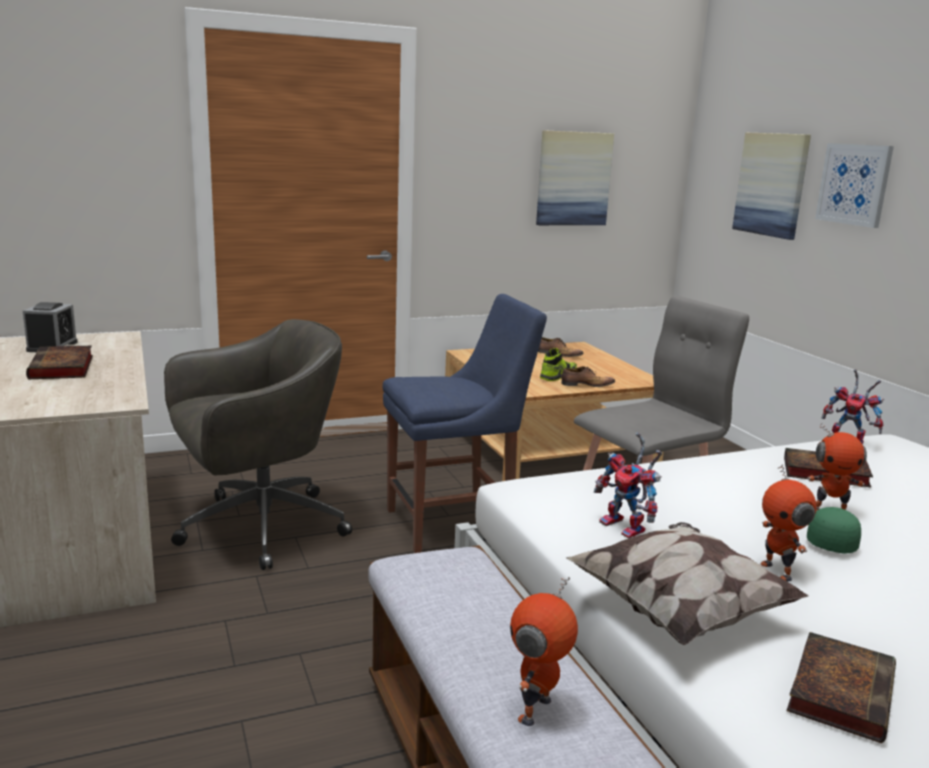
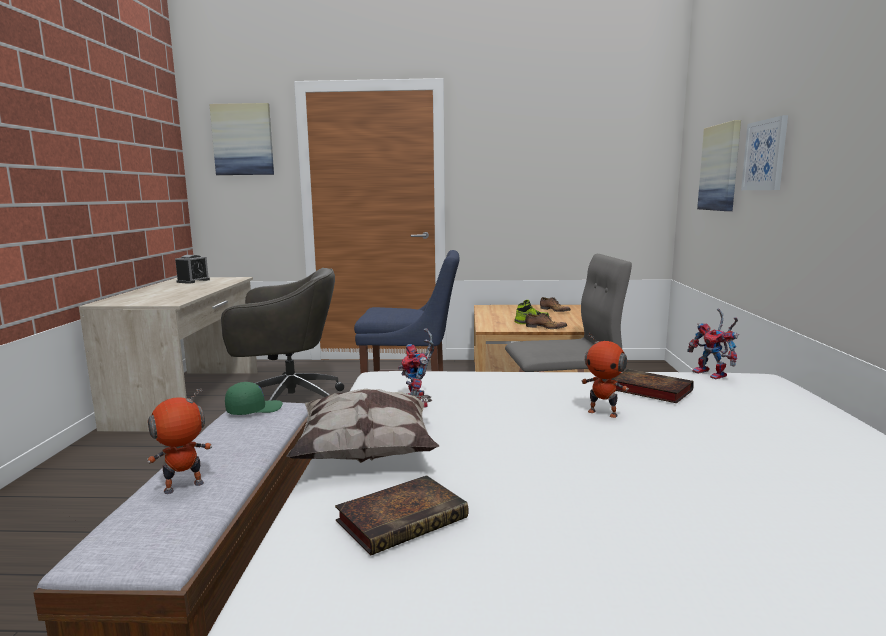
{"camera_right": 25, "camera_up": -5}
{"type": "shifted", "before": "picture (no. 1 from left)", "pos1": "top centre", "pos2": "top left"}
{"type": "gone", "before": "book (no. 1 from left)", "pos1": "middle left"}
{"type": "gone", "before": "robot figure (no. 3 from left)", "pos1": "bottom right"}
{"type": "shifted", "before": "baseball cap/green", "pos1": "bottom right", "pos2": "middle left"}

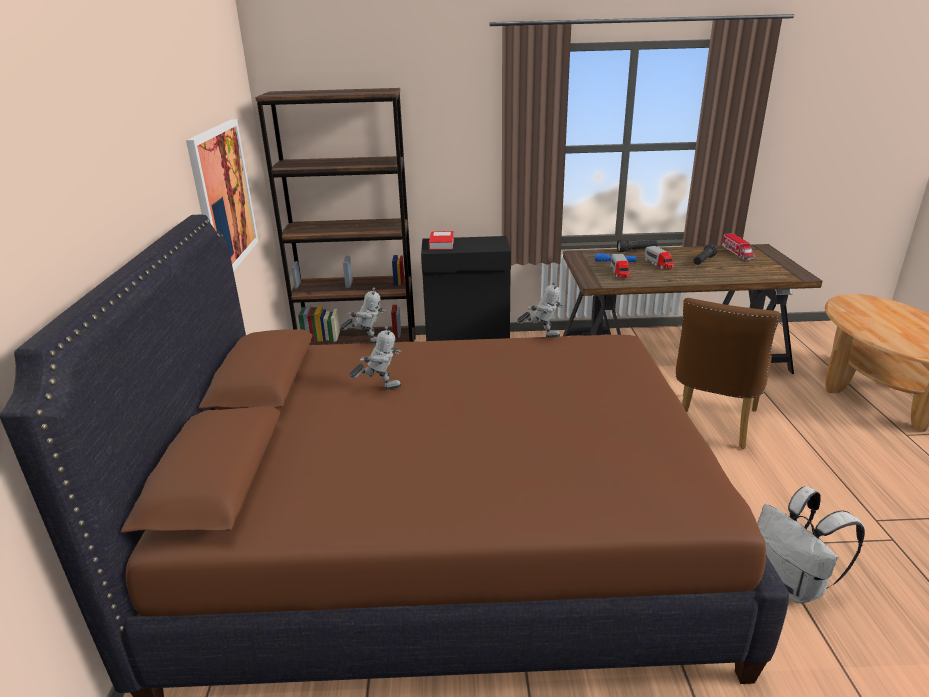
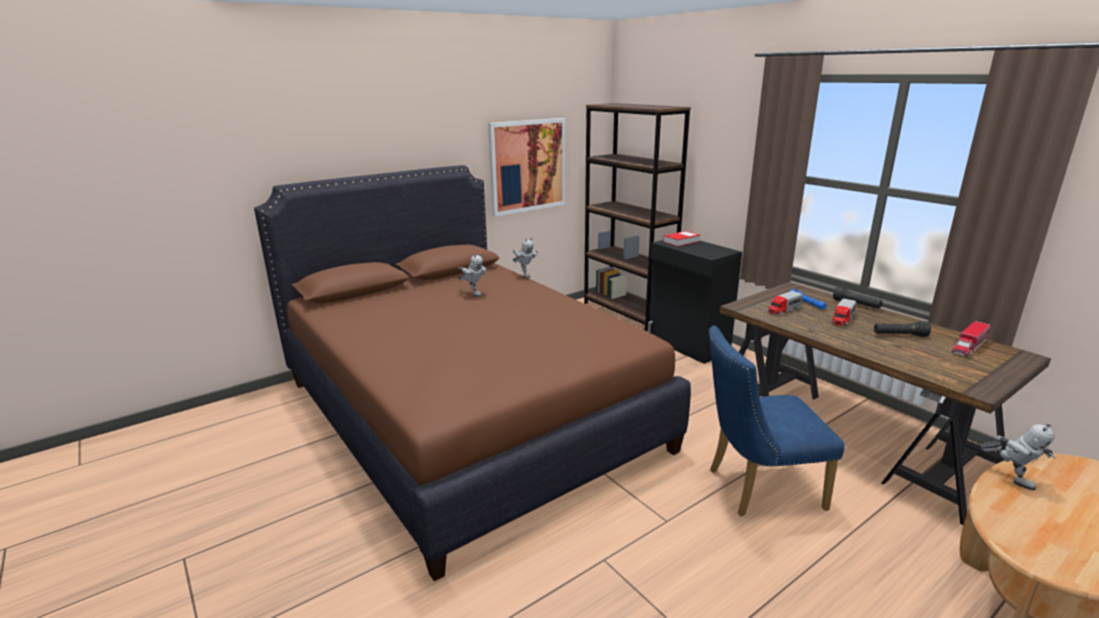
{"camera_right": 55, "camera_up": -5}
{"type": "shifted", "before": "robot figure (no. 3 from left)", "pos1": "centre", "pos2": "bottom right"}
{"type": "repainted", "before": "chair/brown-coloured", "after": "chair/blue", "pos1": "middle right", "pos2": "bottom right"}
{"type": "gone", "before": "backpack/white-coloured", "pos1": "bottom right"}

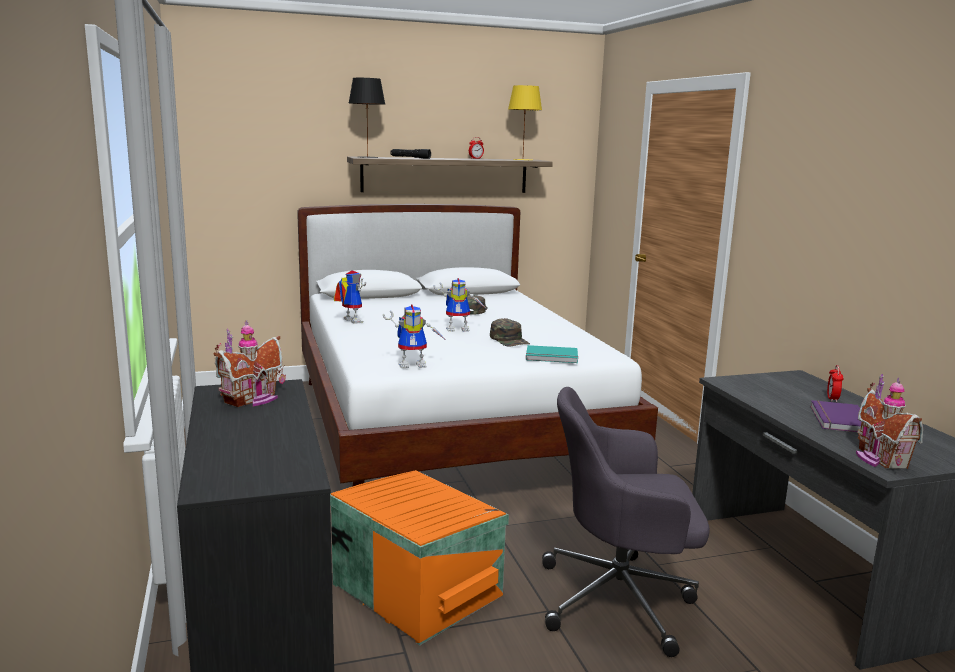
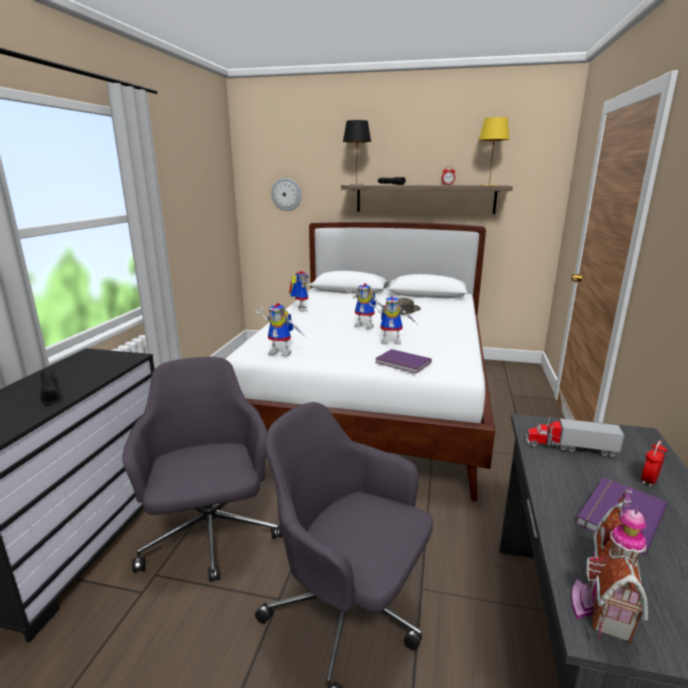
{"camera_right": 30, "camera_up": 5}
{"type": "swapped", "before": "baseball cap/green (no. 2 from left)", "after": "robot figure (no. 4 from left)", "pos1": "centre", "pos2": "centre"}
{"type": "gone", "before": "model house (no. 1 from left)", "pos1": "middle left"}
{"type": "repainted", "before": "book/turquoise-coloured", "after": "book/purple-coloured (no. 1 from left)", "pos1": "centre", "pos2": "centre"}
{"type": "swapped", "before": "storage container/orange", "after": "desk chair/gray (no. 1 from left)", "pos1": "bottom centre", "pos2": "bottom left"}
{"type": "new", "after": "hanging clock", "pos2": "top centre"}
{"type": "new", "after": "flashlight/blackish (no. 1 from left)", "pos2": "middle left"}
{"type": "new", "after": "toy truck", "pos2": "middle right"}

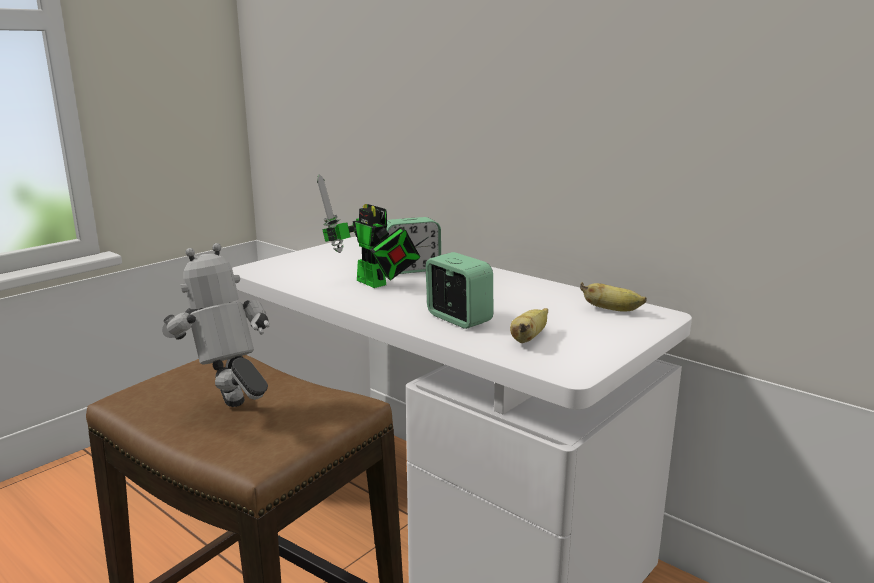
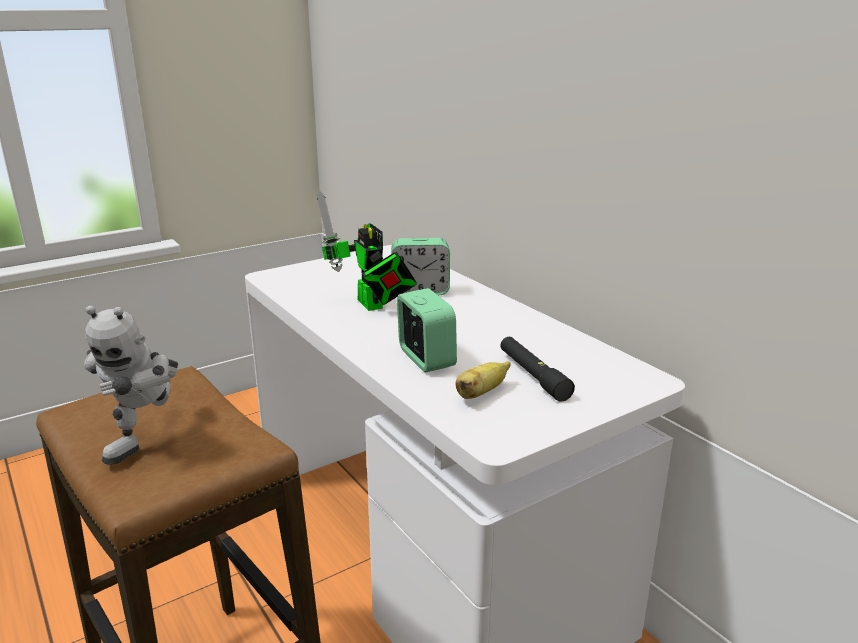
{"camera_right": 15, "camera_up": 5}
{"type": "rotated", "before": "robot figure (no. 1 from left)", "pos1": "middle left", "pos2": "middle left", "turn": -150}
{"type": "gone", "before": "whole banana (no. 2 from left)", "pos1": "middle right"}
{"type": "new", "after": "flashlight/blackish", "pos2": "centre"}

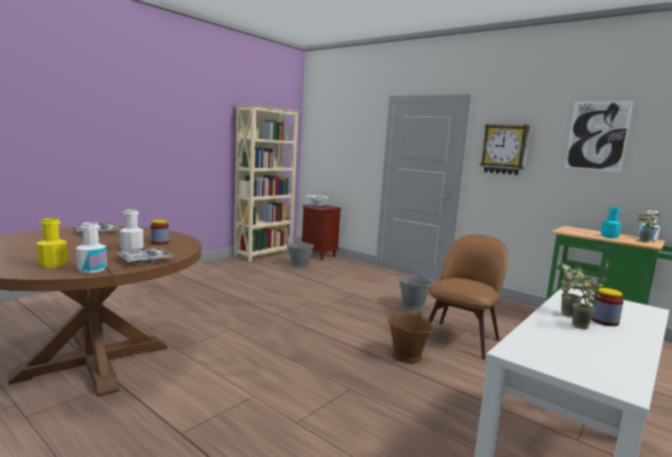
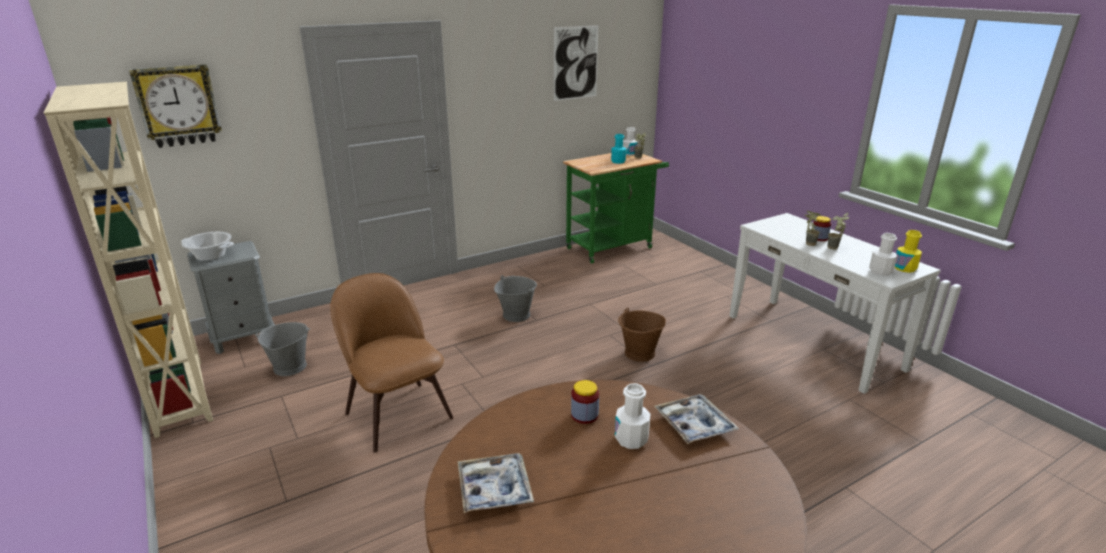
{"camera_right": -70, "camera_up": 15}
{"type": "shifted", "before": "hanging clock", "pos1": "top right", "pos2": "top left"}
{"type": "repainted", "before": "bedside table/brown-coloured", "after": "bedside table/gray", "pos1": "centre", "pos2": "middle left"}
{"type": "shifted", "before": "drink bottle/yellowish", "pos1": "middle left", "pos2": "middle right"}
{"type": "shifted", "before": "drink bottle/white-coloured (no. 1 from left in the first image)", "after": "drink bottle/white-coloured (no. 3 from left)", "pos1": "middle left", "pos2": "middle right"}
{"type": "shifted", "before": "chair/brown-coloured", "pos1": "middle right", "pos2": "centre"}

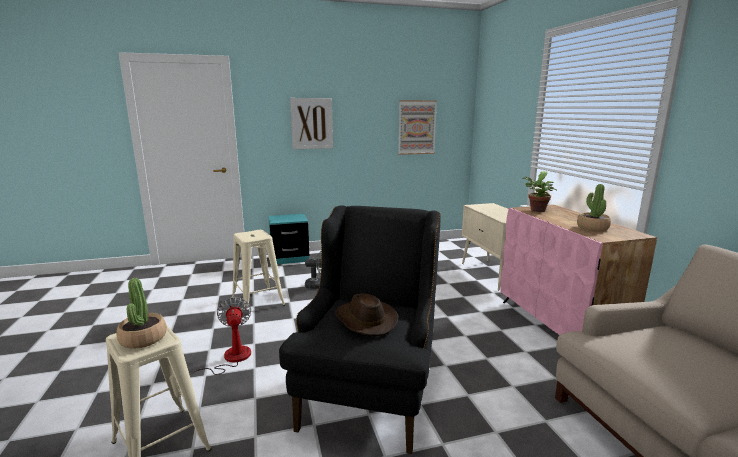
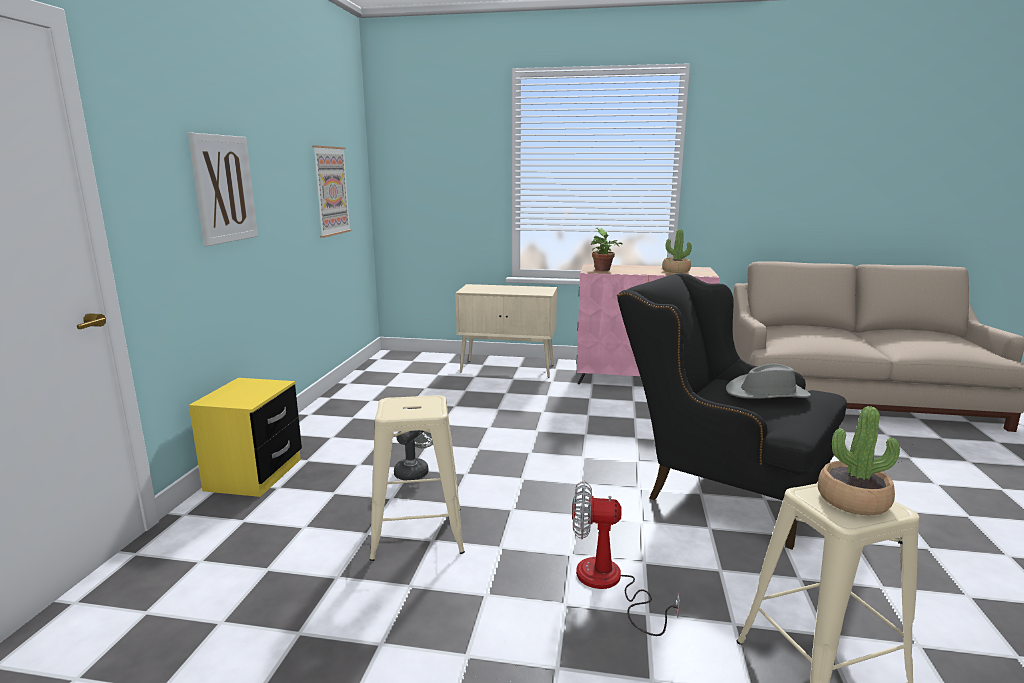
{"camera_right": -65, "camera_up": 0}
{"type": "repainted", "before": "bedside table/turquoise-coloured", "after": "bedside table/yellowish", "pos1": "centre", "pos2": "middle left"}
{"type": "repainted", "before": "hat/brown-coloured", "after": "hat/gray", "pos1": "bottom centre", "pos2": "middle right"}

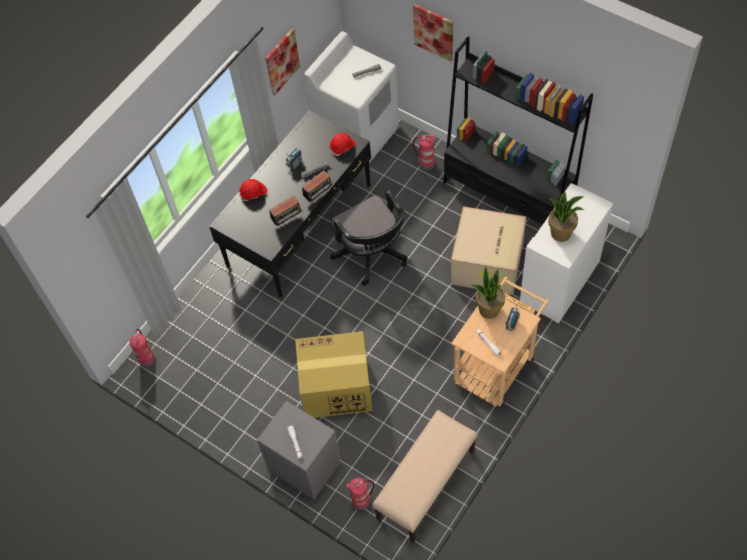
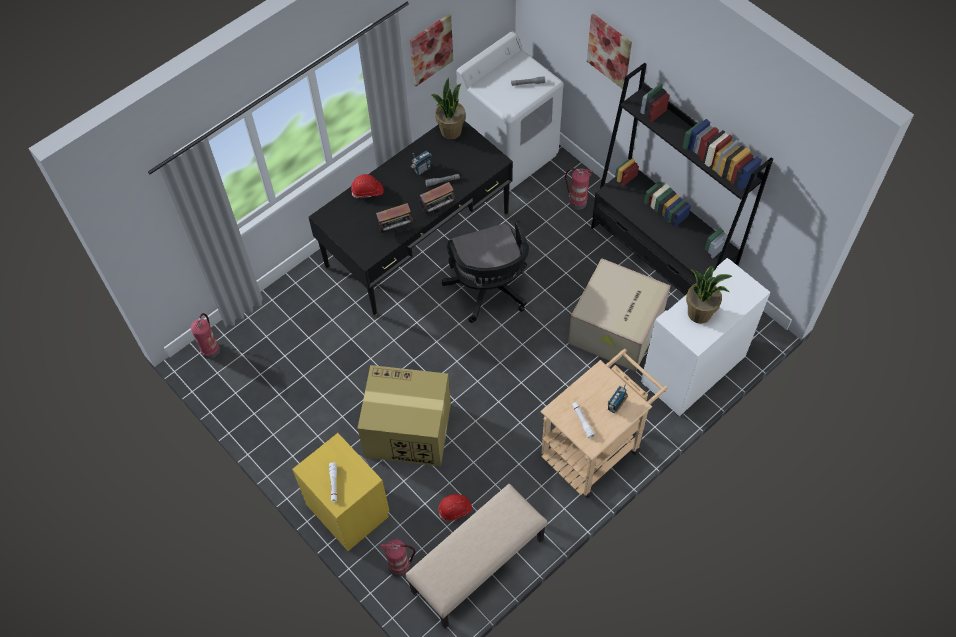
{"camera_right": 10, "camera_up": 0}
{"type": "shifted", "before": "safety helmet/reddish (no. 2 from left)", "pos1": "top centre", "pos2": "bottom centre"}
{"type": "shifted", "before": "potted plant (no. 1 from left)", "pos1": "centre", "pos2": "top centre"}
{"type": "repainted", "before": "bedside table/gray", "after": "bedside table/yellowish", "pos1": "bottom centre", "pos2": "bottom centre"}

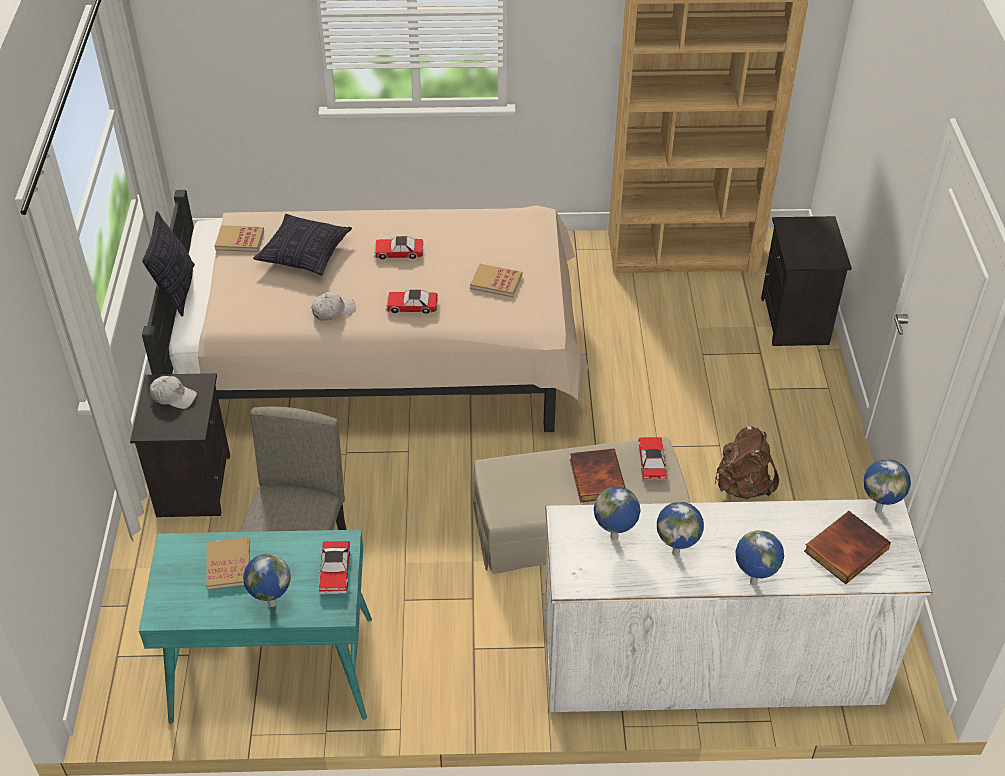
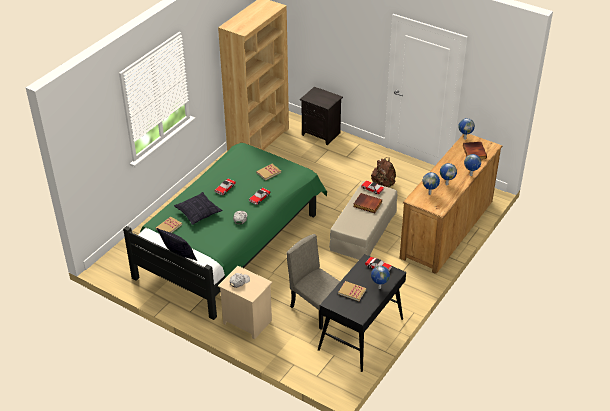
{"camera_right": -55, "camera_up": -5}
{"type": "repainted", "before": "sleeping bed/beige", "after": "sleeping bed/green", "pos1": "centre", "pos2": "centre"}
{"type": "repainted", "before": "bedside table/blackish (no. 1 from left)", "after": "bedside table/beige", "pos1": "middle left", "pos2": "bottom centre"}
{"type": "repainted", "before": "chest of drawers/white-coloured", "after": "chest of drawers/brown-coloured", "pos1": "bottom right", "pos2": "middle right"}
{"type": "repainted", "before": "desk/turquoise-coloured", "after": "desk/blackish", "pos1": "bottom left", "pos2": "bottom centre"}

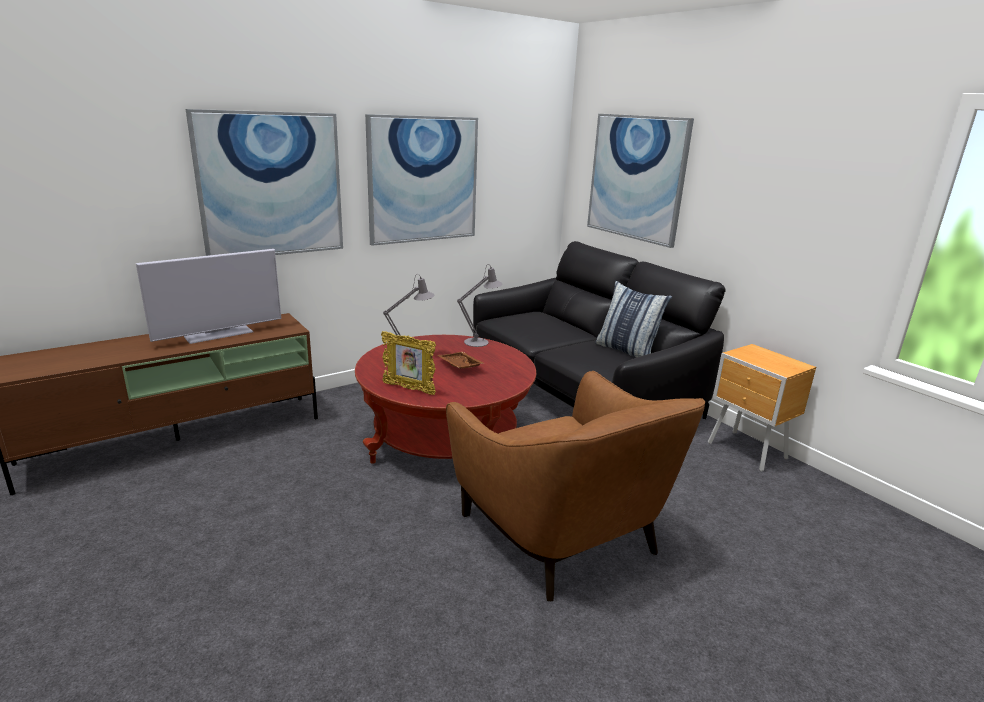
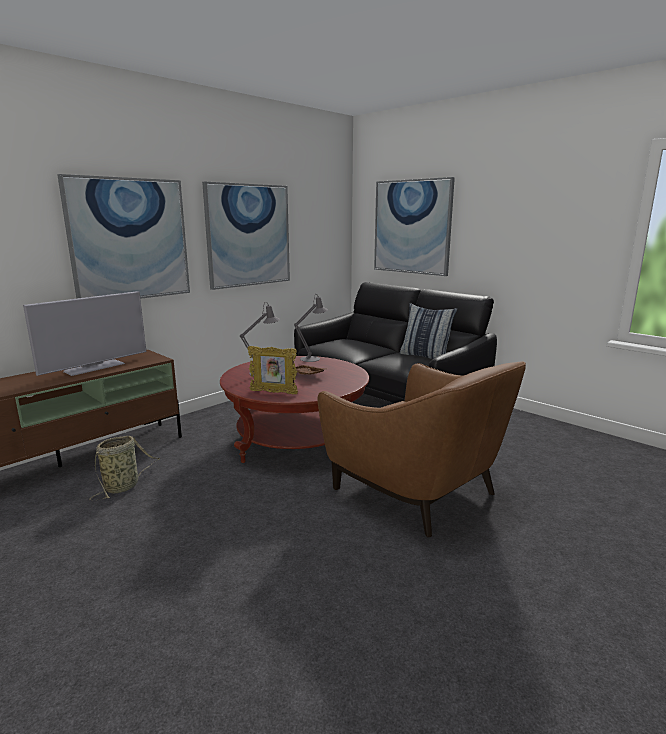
{"camera_right": -10, "camera_up": -5}
{"type": "gone", "before": "bedside table/brown-coloured", "pos1": "middle right"}
{"type": "new", "after": "basket", "pos2": "middle left"}

